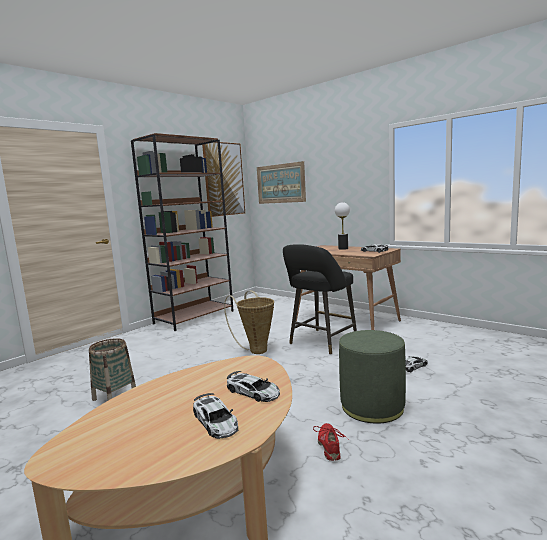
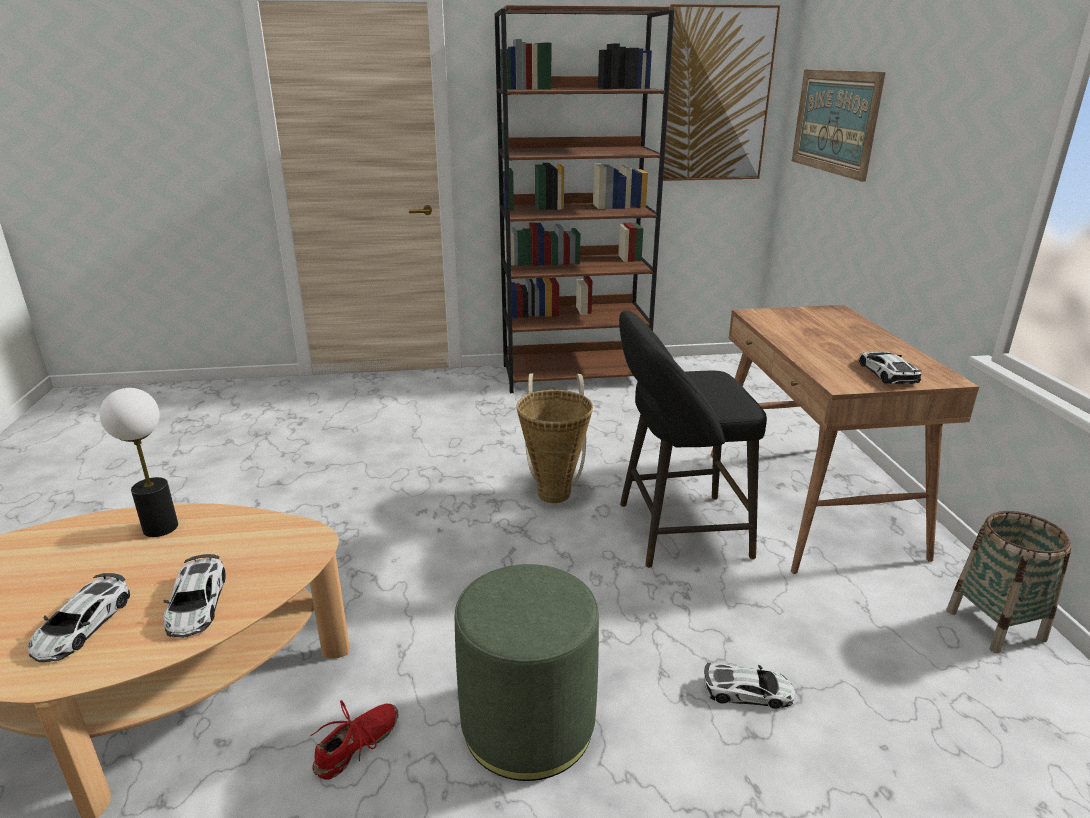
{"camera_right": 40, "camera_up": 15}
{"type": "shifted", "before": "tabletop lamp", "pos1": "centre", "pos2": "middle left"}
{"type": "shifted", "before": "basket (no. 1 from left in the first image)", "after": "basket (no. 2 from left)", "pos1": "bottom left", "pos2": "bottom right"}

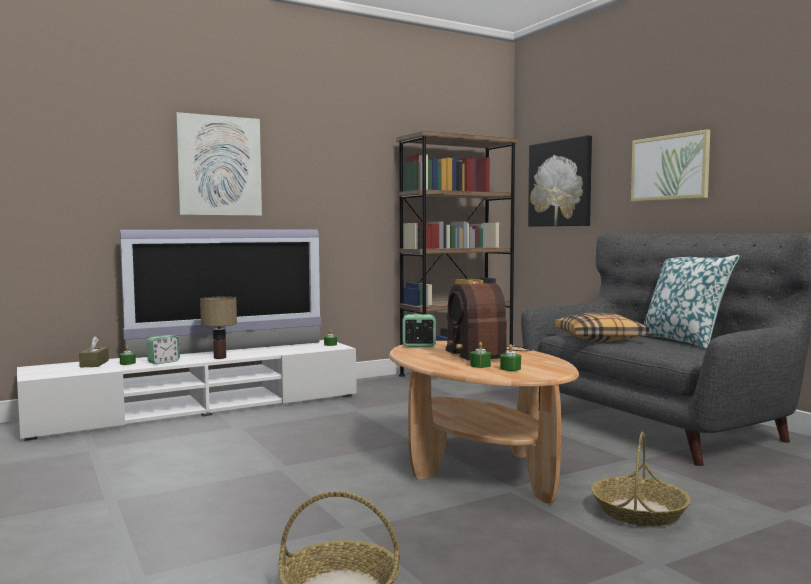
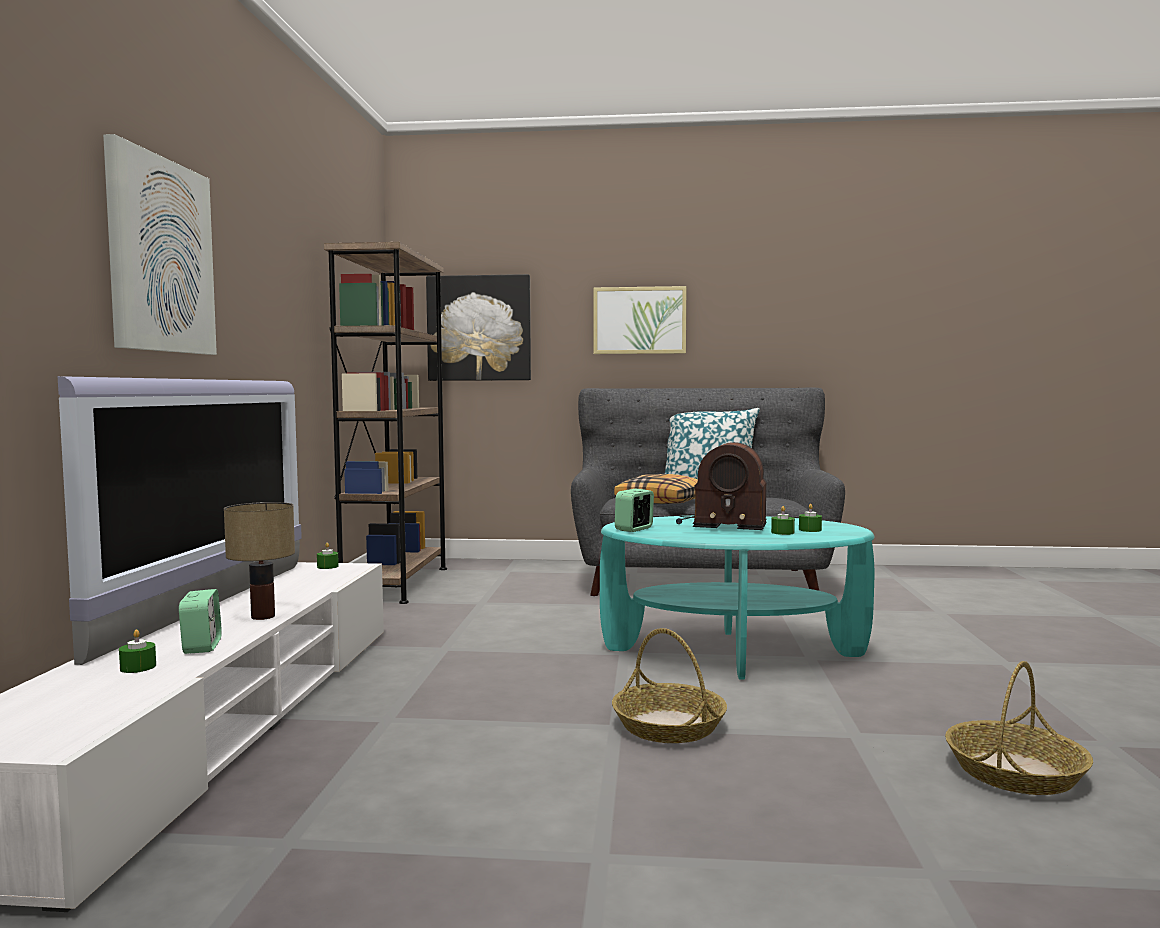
{"camera_right": -55, "camera_up": 0}
{"type": "gone", "before": "box of tissues/brown-coloured", "pos1": "middle left"}
{"type": "repainted", "before": "coffee table/brown-coloured", "after": "coffee table/turquoise-coloured", "pos1": "bottom centre", "pos2": "centre"}
{"type": "shifted", "before": "basket (no. 2 from left in the first image)", "after": "basket (no. 1 from left)", "pos1": "bottom right", "pos2": "bottom centre"}

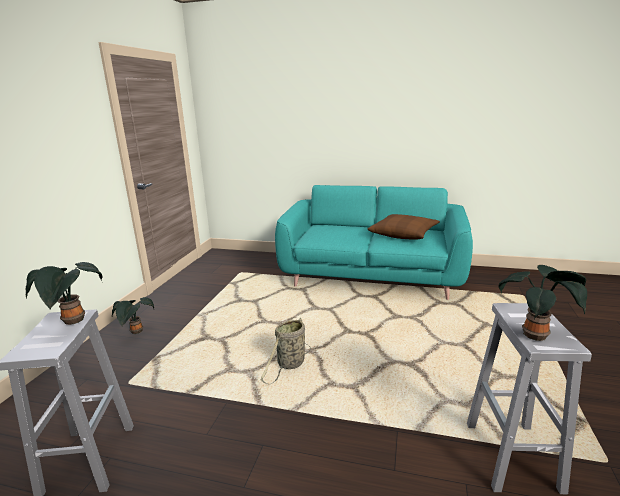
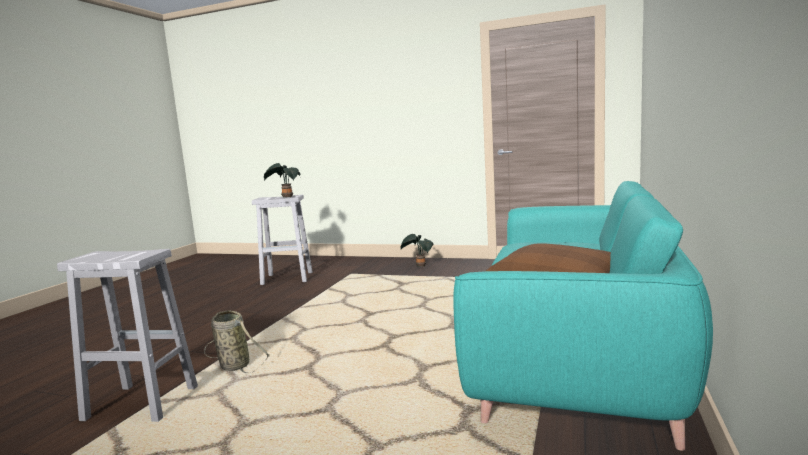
{"camera_right": 95, "camera_up": -10}
{"type": "gone", "before": "potted plant (no. 3 from left)", "pos1": "middle right"}
{"type": "shifted", "before": "basket", "pos1": "bottom centre", "pos2": "bottom left"}

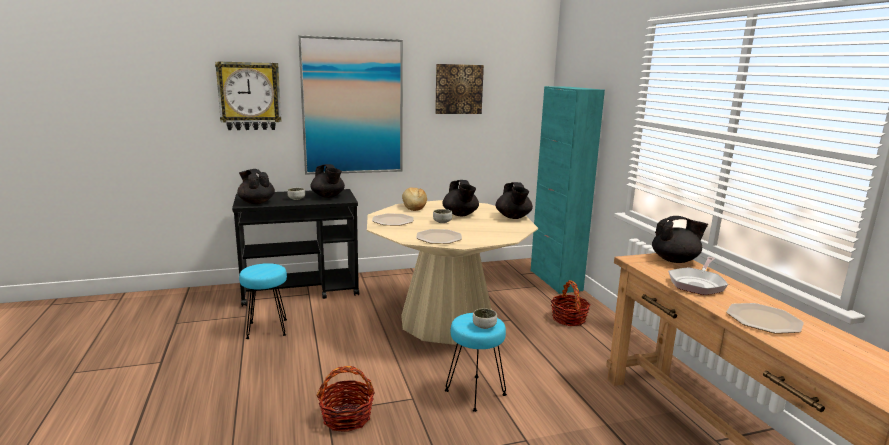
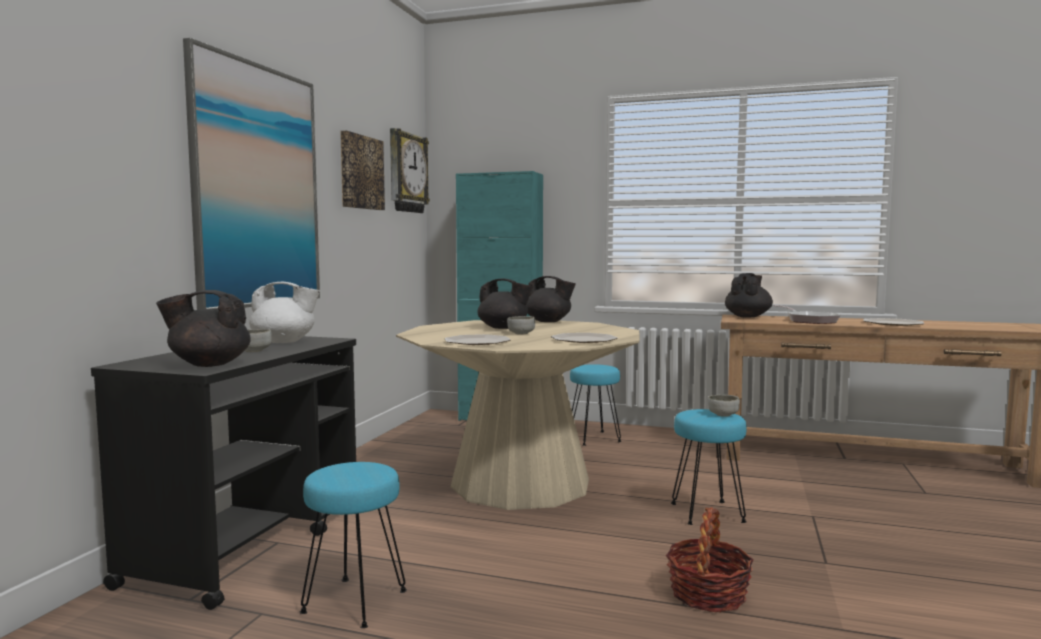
{"camera_right": -55, "camera_up": -10}
{"type": "shifted", "before": "hanging clock", "pos1": "top left", "pos2": "top centre"}
{"type": "repainted", "before": "tea pot/blackish (no. 2 from left)", "after": "tea pot/white-coloured", "pos1": "centre", "pos2": "middle left"}
{"type": "gone", "before": "bakery bread", "pos1": "centre"}
{"type": "swapped", "before": "basket (no. 2 from left)", "after": "stool seat/turquoise-coloured (no. 2 from left)", "pos1": "bottom centre", "pos2": "centre"}

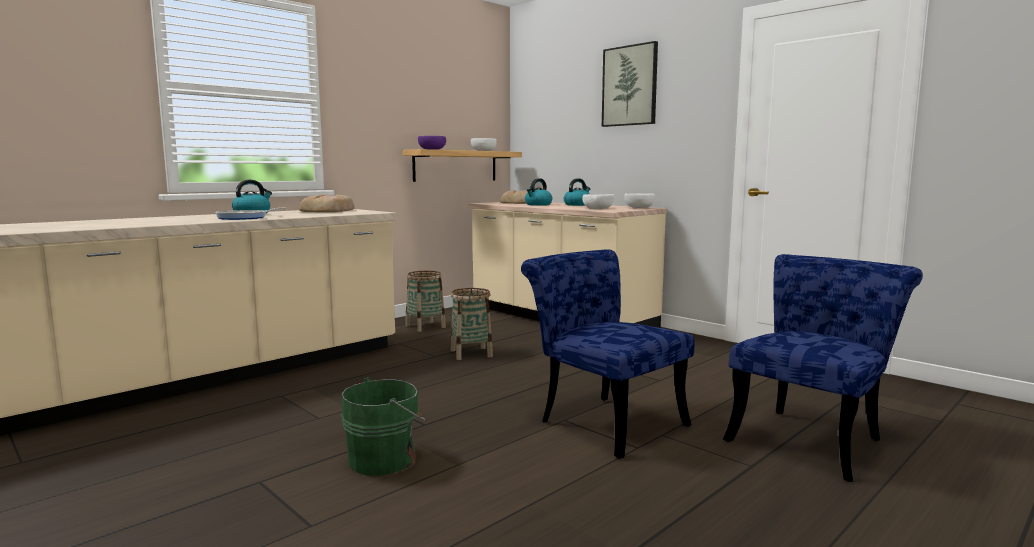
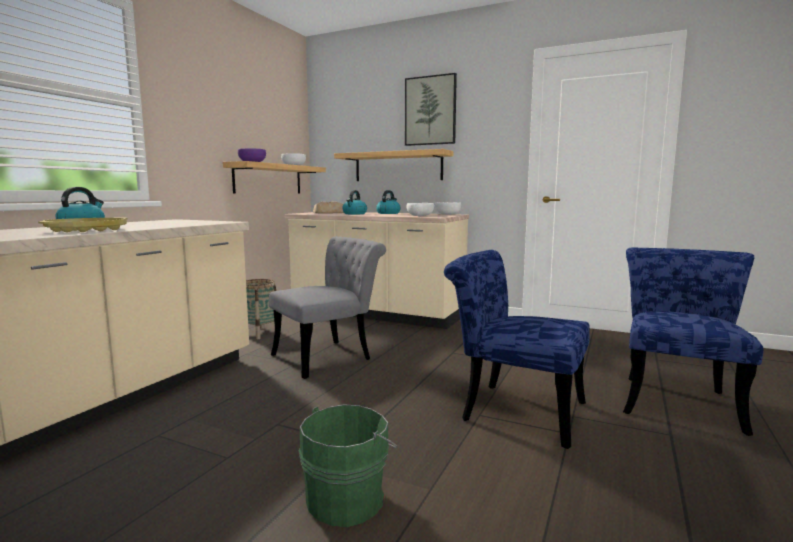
{"camera_right": -20, "camera_up": 0}
{"type": "gone", "before": "bakery bread (no. 1 from left)", "pos1": "middle left"}
{"type": "swapped", "before": "pan", "after": "tray/yellowish", "pos1": "middle left", "pos2": "middle left"}
{"type": "swapped", "before": "basket (no. 2 from left)", "after": "chair/gray", "pos1": "centre", "pos2": "centre"}
{"type": "new", "after": "shelf (no. 2 from left)", "pos2": "top centre"}

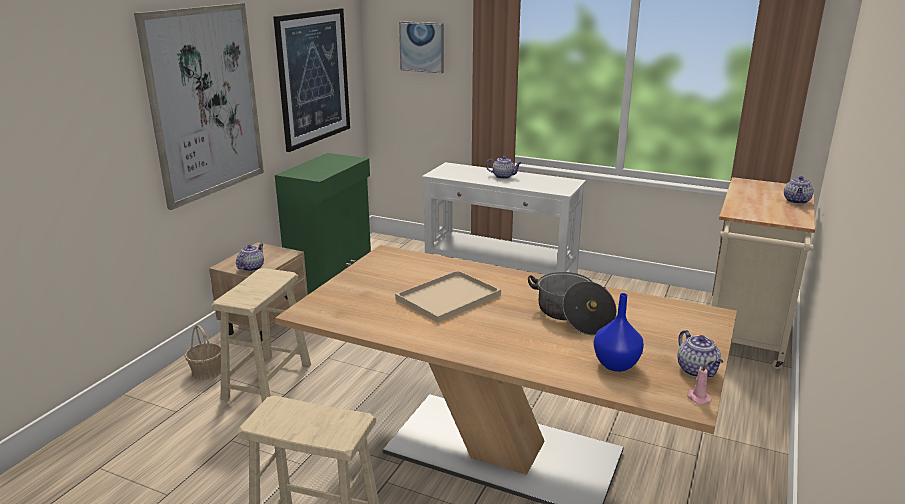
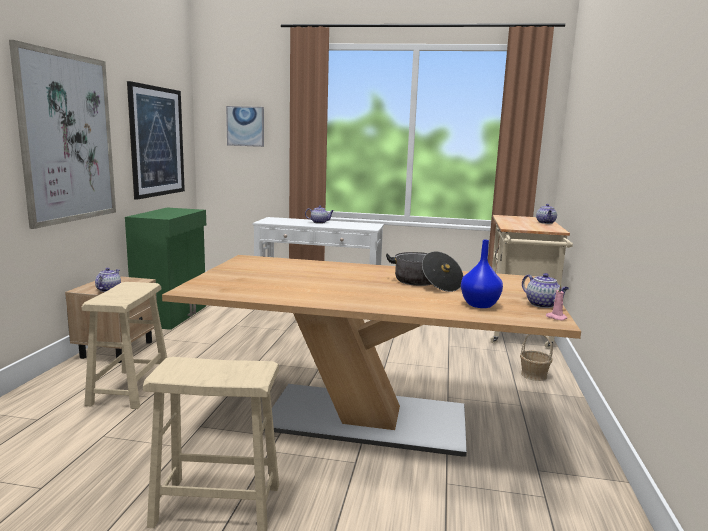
{"camera_right": -15, "camera_up": -10}
{"type": "gone", "before": "tray/beige", "pos1": "centre"}
{"type": "shifted", "before": "basket", "pos1": "bottom left", "pos2": "bottom right"}

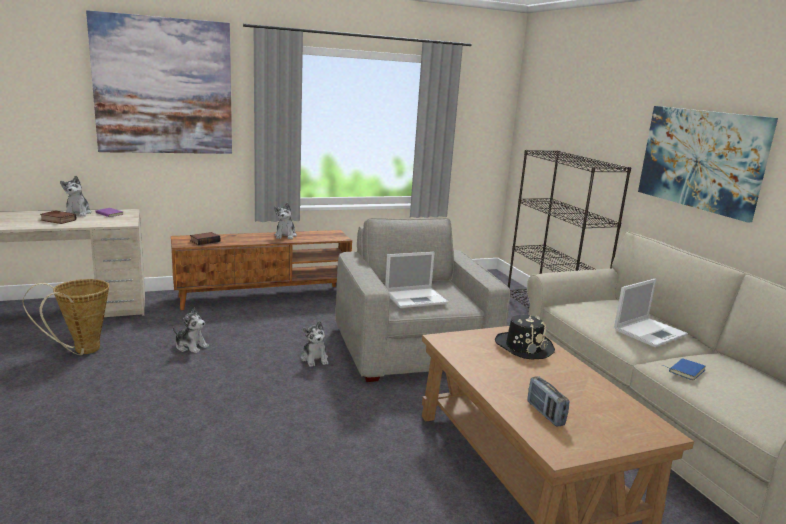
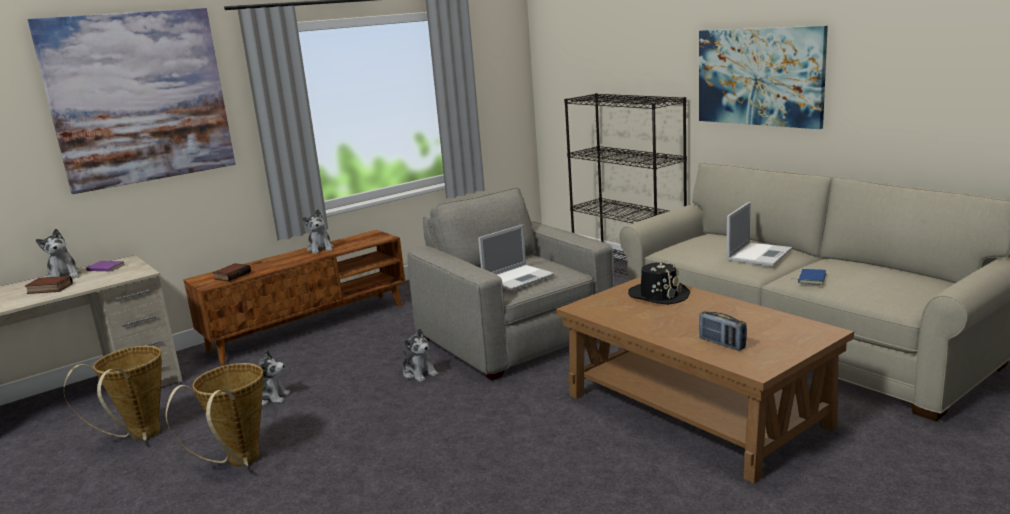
{"camera_right": -15, "camera_up": 0}
{"type": "new", "after": "basket (no. 2 from left)", "pos2": "bottom left"}

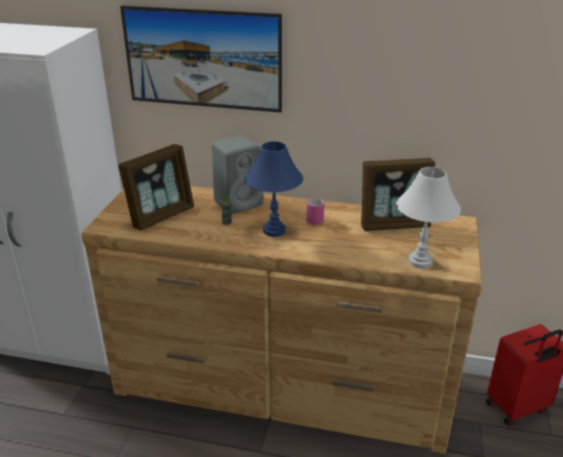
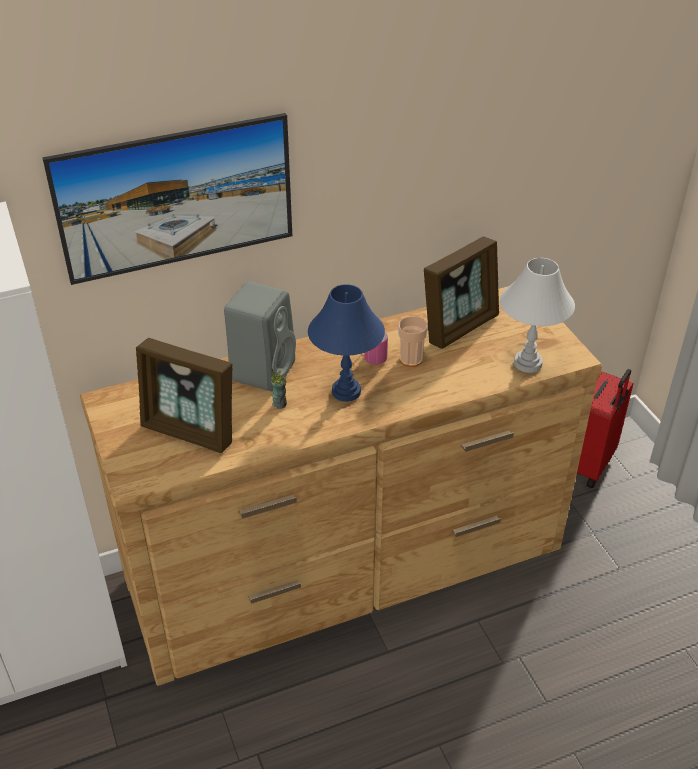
{"camera_right": -35, "camera_up": 10}
{"type": "rotated", "before": "standing frame (no. 1 from left)", "pos1": "middle left", "pos2": "middle left", "turn": 105}
{"type": "new", "after": "small cup (no. 2 from left)", "pos2": "centre"}

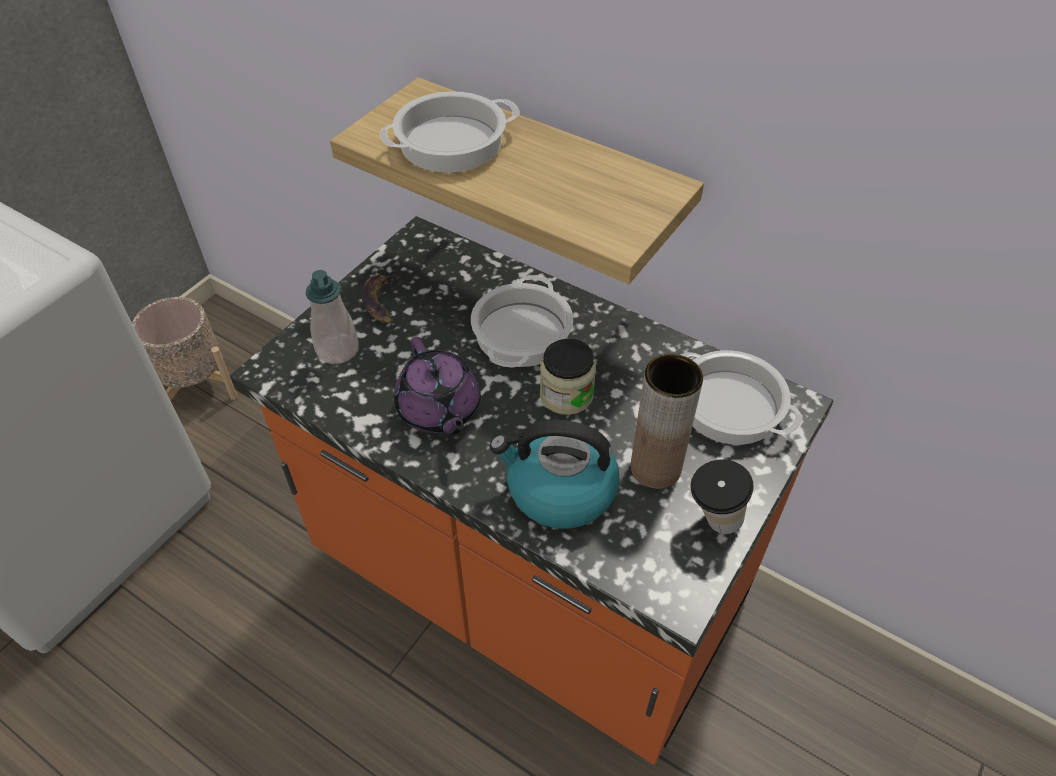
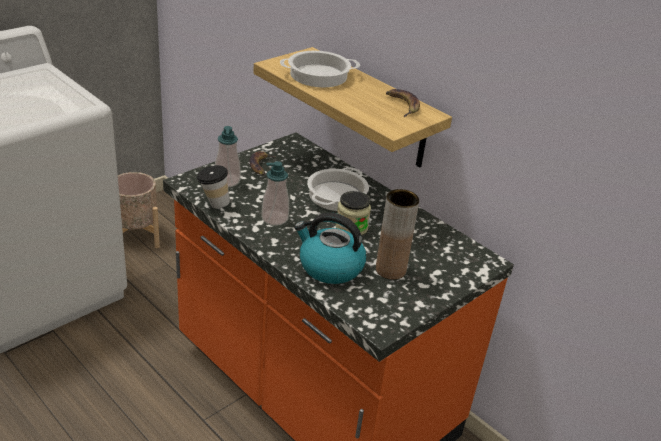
{"camera_right": 10, "camera_up": -15}
{"type": "swapped", "before": "tea pot/purple-coloured", "after": "liquid soap bottle (no. 2 from left)", "pos1": "centre", "pos2": "centre"}
{"type": "gone", "before": "saucepot (no. 3 from left)", "pos1": "middle right"}
{"type": "shifted", "before": "small cup", "pos1": "middle right", "pos2": "middle left"}
{"type": "new", "after": "whole banana (no. 2 from left)", "pos2": "top centre"}

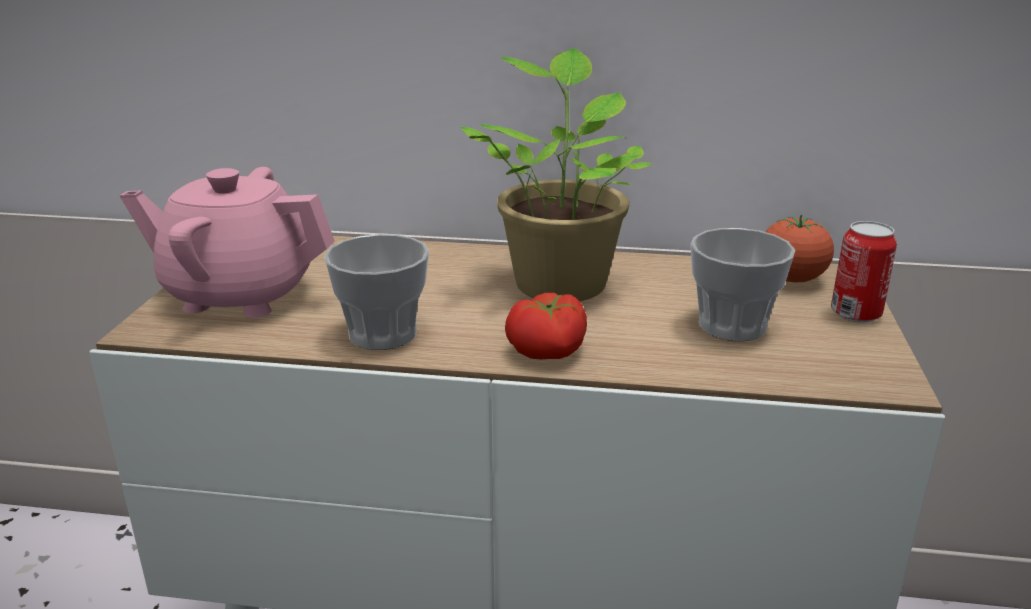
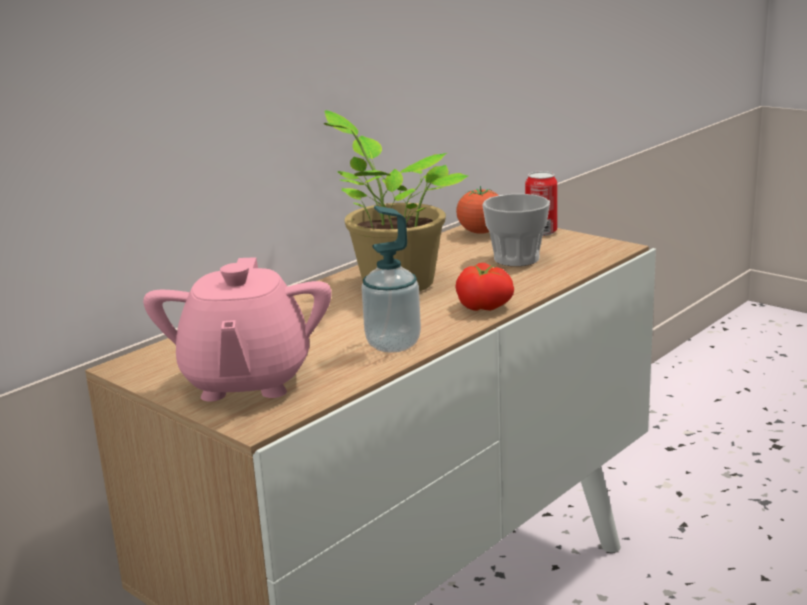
{"camera_right": -55, "camera_up": -5}
{"type": "rotated", "before": "tea pot/pink", "pos1": "middle left", "pos2": "middle left", "turn": -45}
{"type": "swapped", "before": "small cup (no. 1 from left)", "after": "liquid soap bottle", "pos1": "centre", "pos2": "centre"}

